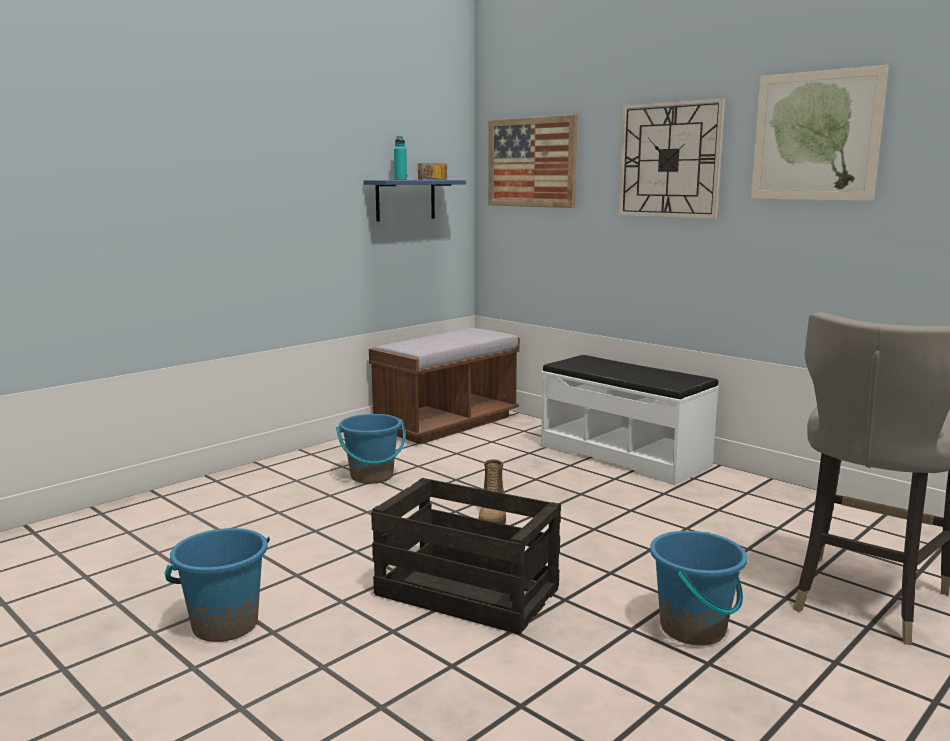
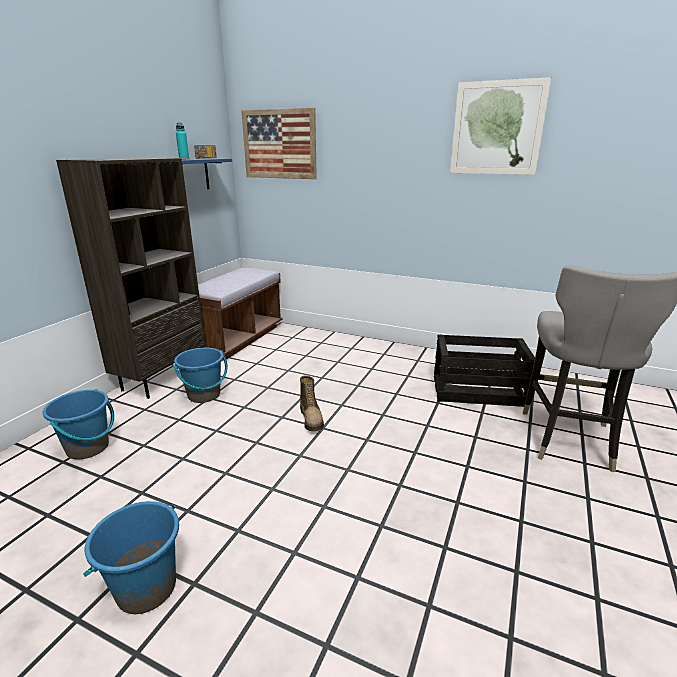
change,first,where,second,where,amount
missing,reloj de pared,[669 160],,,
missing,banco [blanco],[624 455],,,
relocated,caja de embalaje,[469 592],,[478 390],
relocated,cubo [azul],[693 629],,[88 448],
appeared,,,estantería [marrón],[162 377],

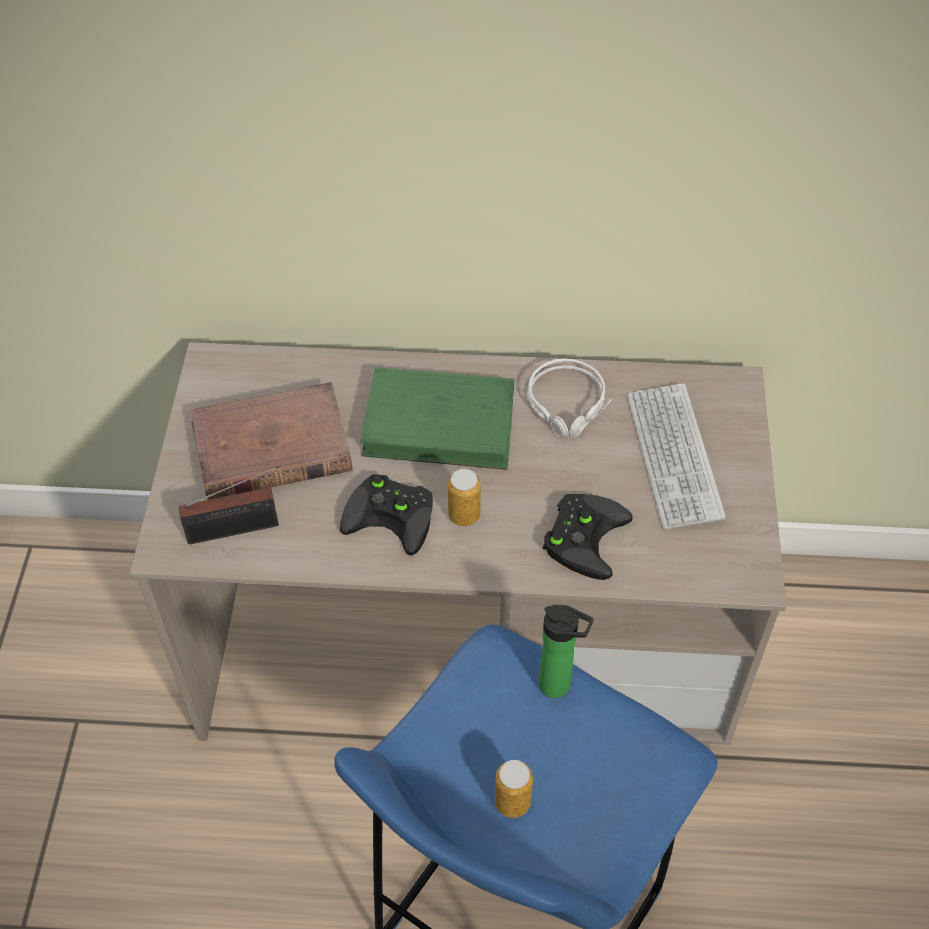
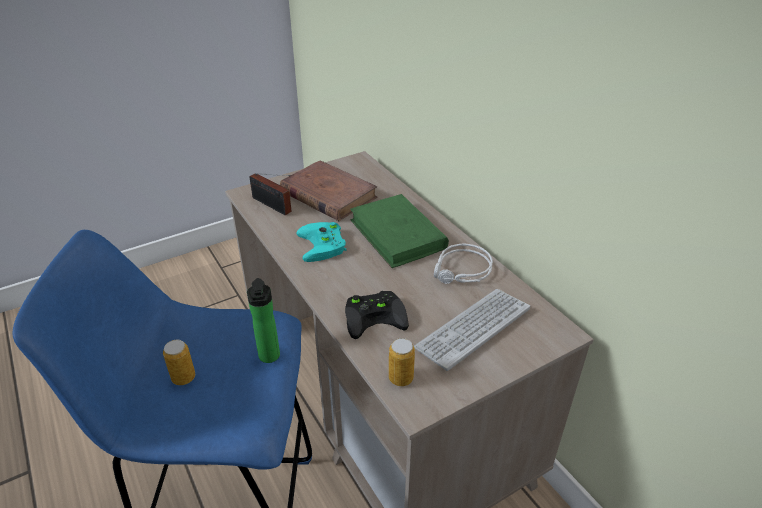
change,first,where,second,where,amount
relocated,lata,[464 515],,[401 378],
colour,mando de consola [negro],[394 515],mando de consola [turquesa],[324 245],

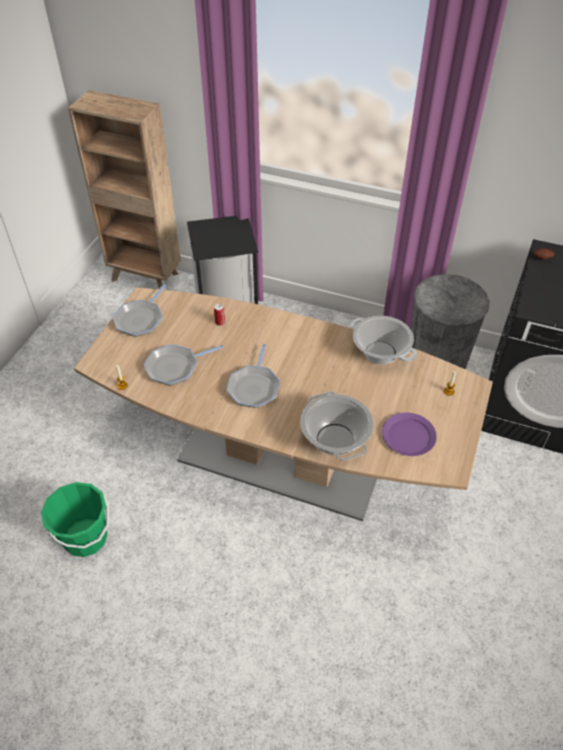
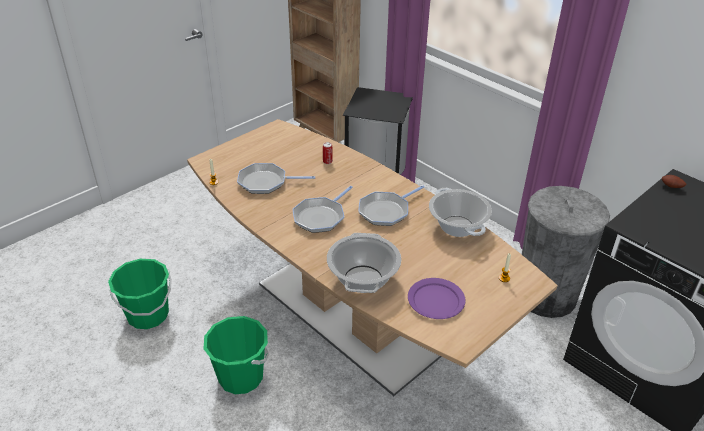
change,first,where,second,where,amount
relocated,sartén,[140 319],,[386 211],
appeared,,,cubo [verde],[241 377],

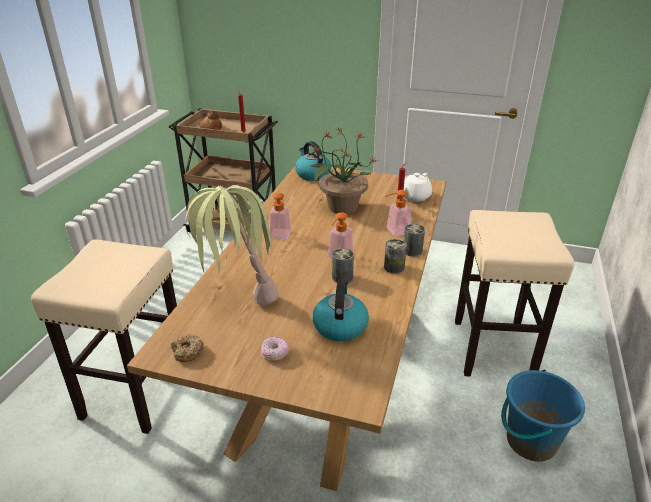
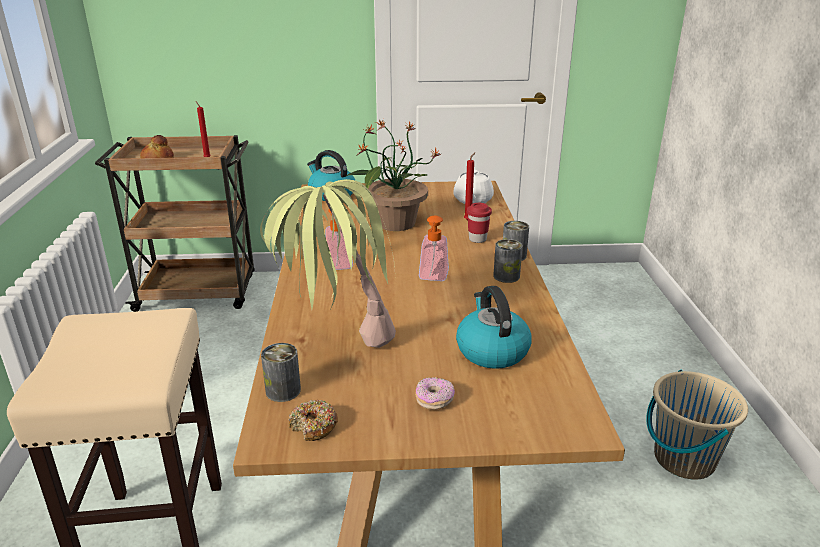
change,first,where,second,where,amount
exchanged,dispensador de jabón,[394 231],taza [rojo],[477 239],
missing,taburete [beis],[493 349],,,
relocated,lata,[342 277],,[283 390],
colour,cubo [azul],[530 441],cubo [beis],[683 459],

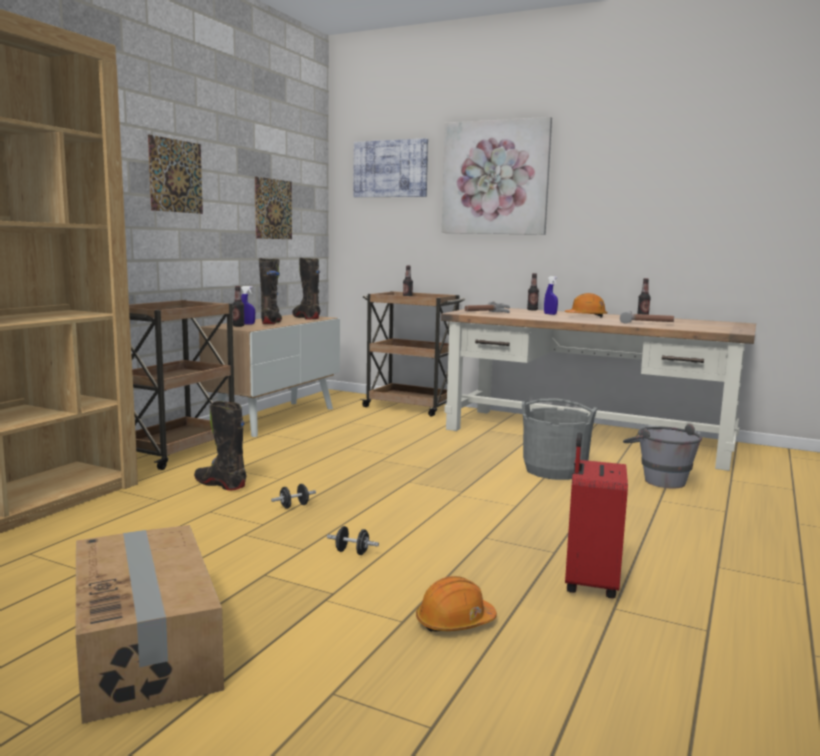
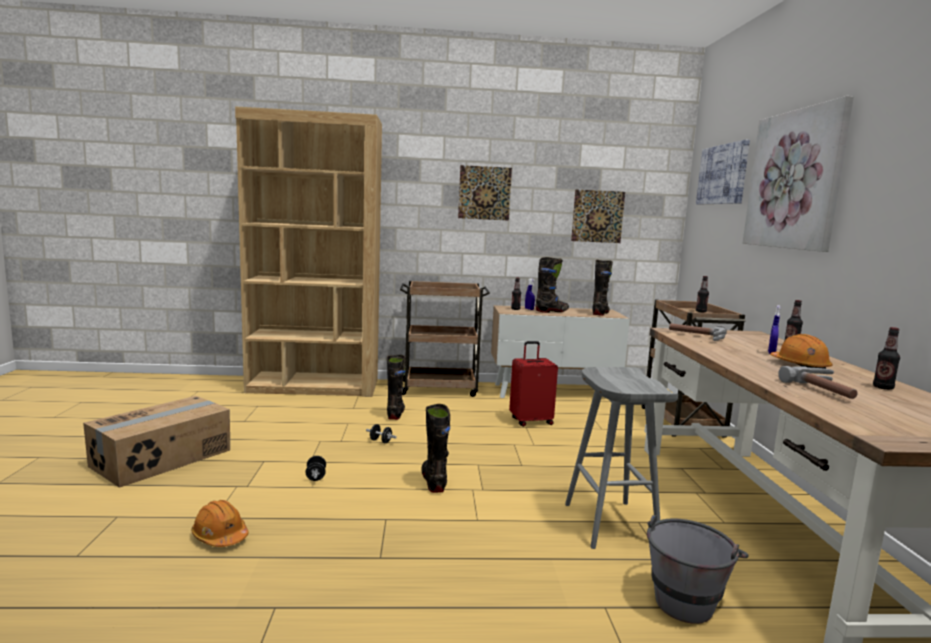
change,first,where,second,where,amount
exchanged,cubo [gris],[554 470],taburete [gris],[608 523],
relocated,maleta [rojo],[589 583],,[531 421],
appeared,,,bota [negro],[433 481],

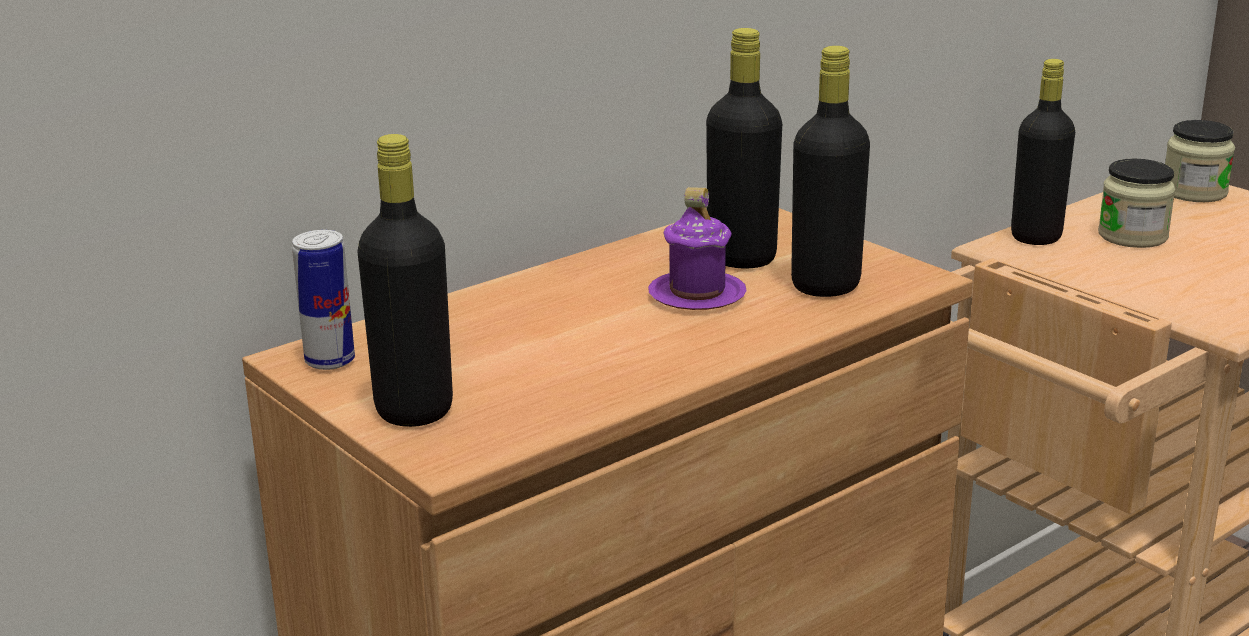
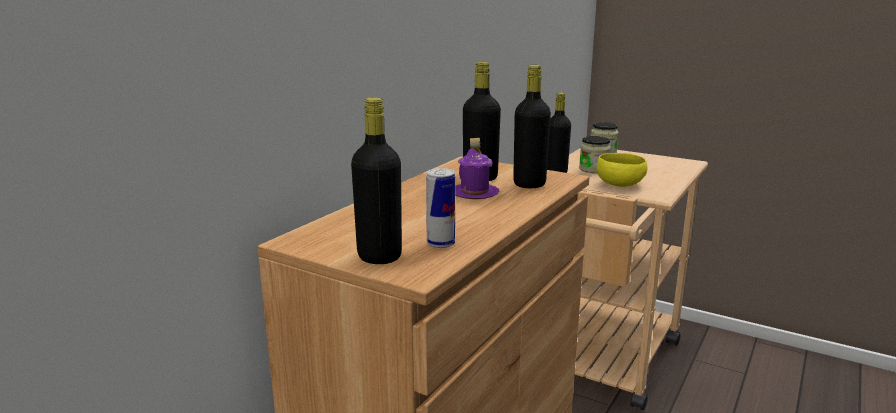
change,first,where,second,where,amount
relocated,lata,[330 361],,[440 244],
appeared,,,cuenco [amarillo],[620 184],

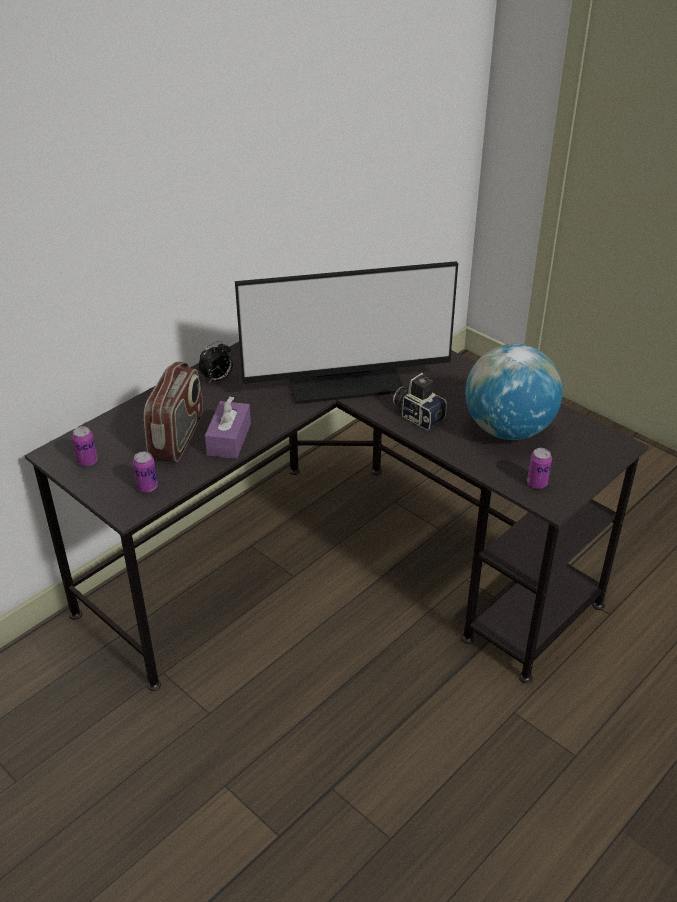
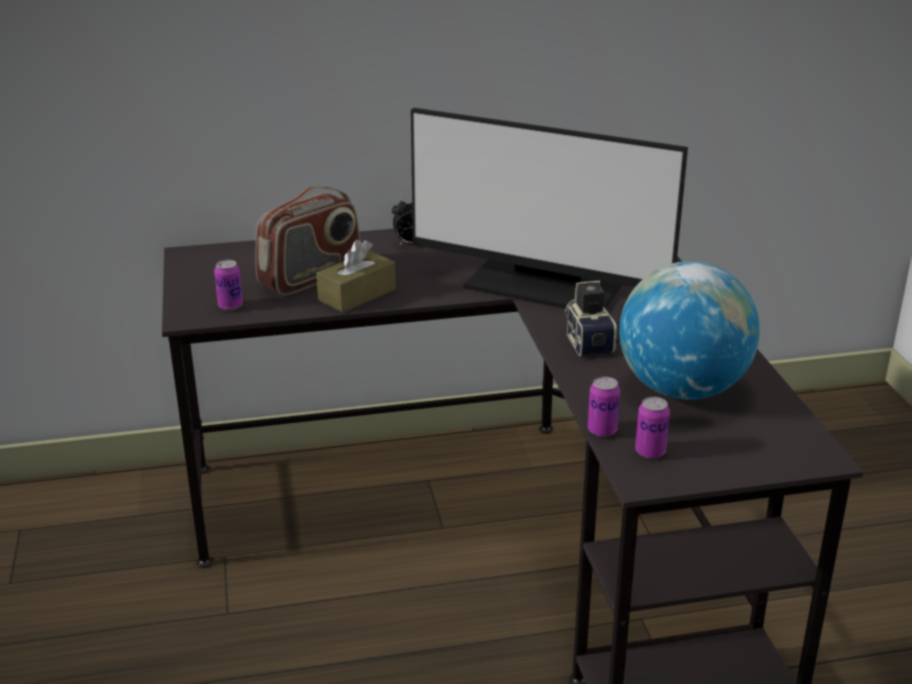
change,first,where,second,where,amount
colour,caja de pañuelos [morado],[229 439],caja de pañuelos [marrón],[357 295],
relocated,lata,[87 461],,[602 430],

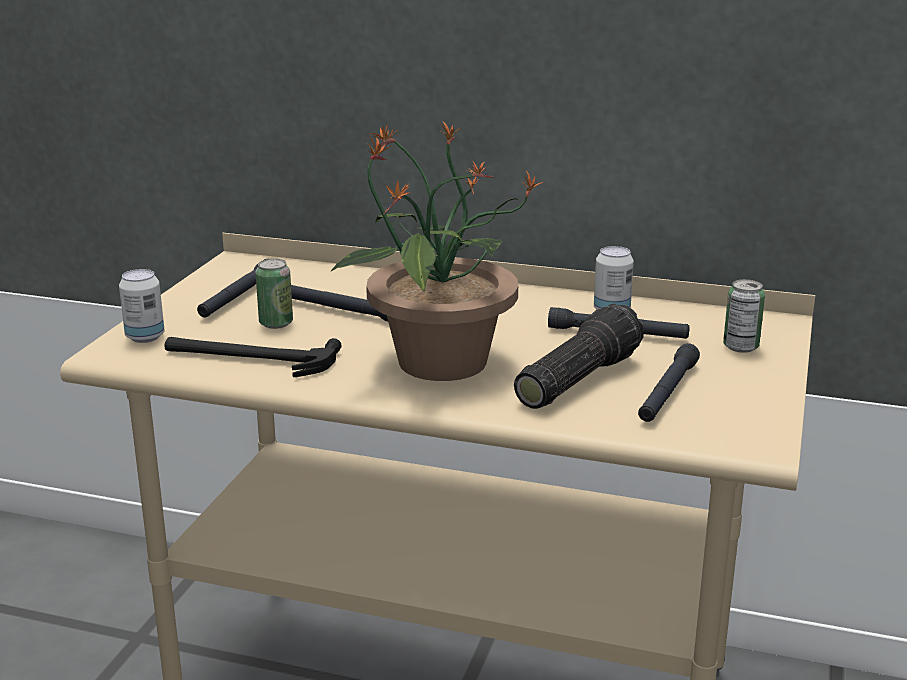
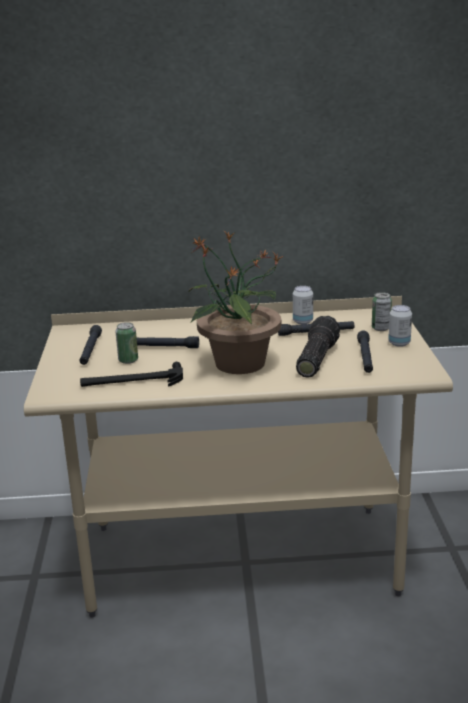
change,first,where,second,where,amount
relocated,lata,[145 337],,[399 343],

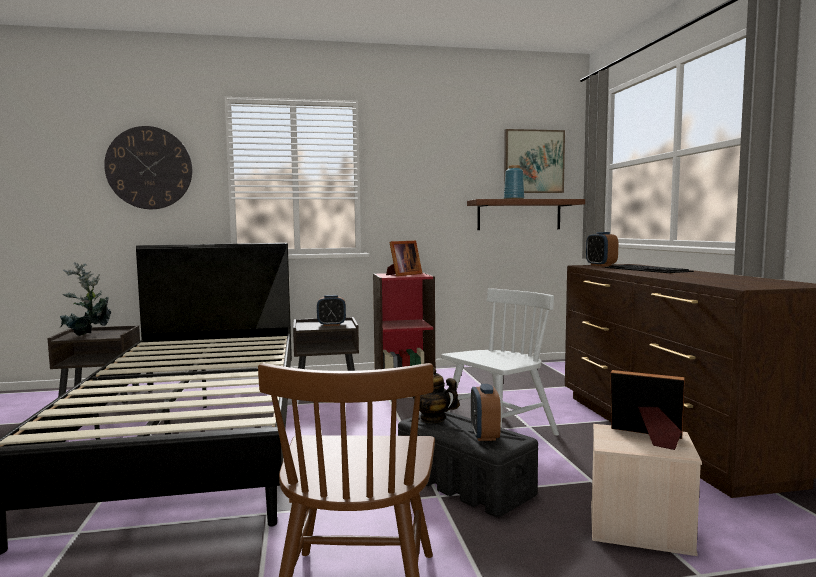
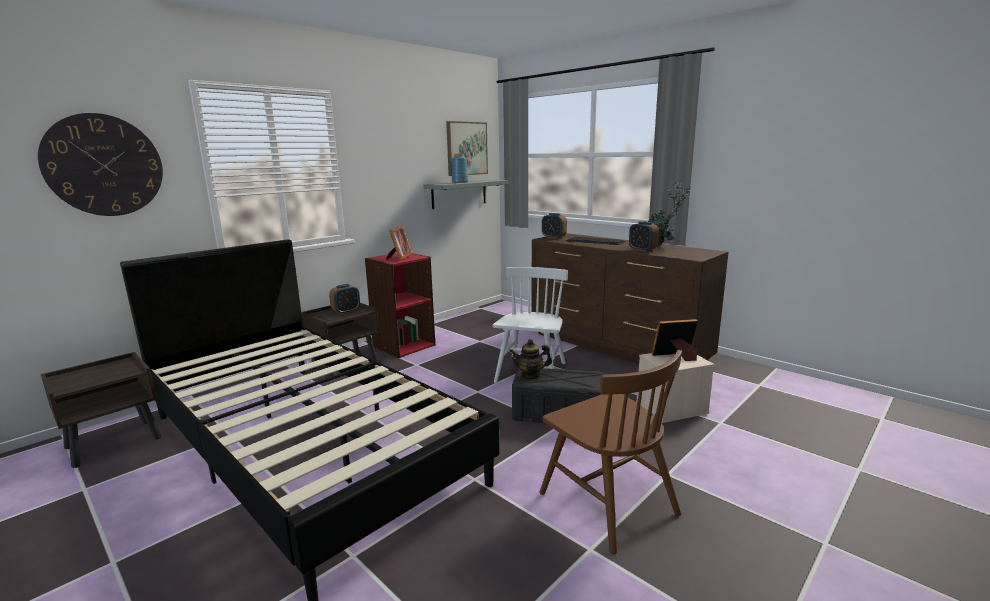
change,first,where,second,where,amount
colour,estante [marrón],[519 215],estante [gris],[459 194],
relocated,planta en maceta,[88 335],,[663 246],
relocated,despertador,[484 435],,[642 250],

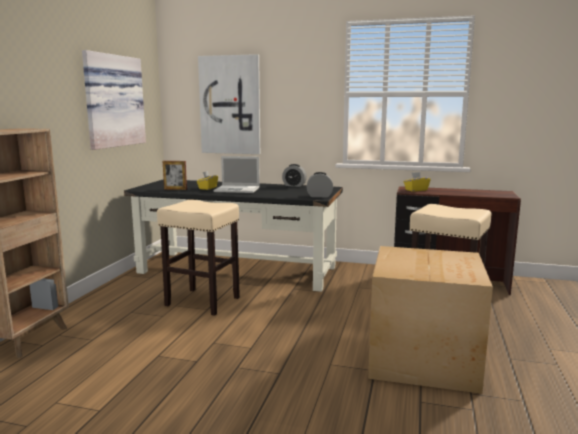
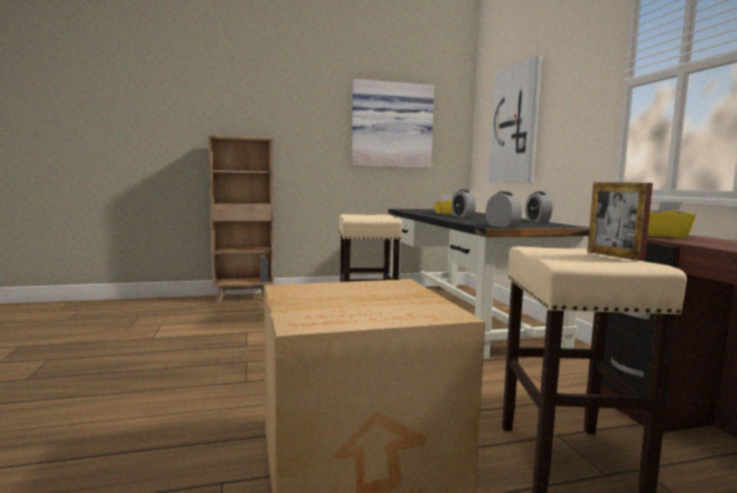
change,first,where,second,where,amount
exchanged,portátil,[238 189],despertador,[462 216],
relocated,portarretratos,[175 189],,[614 256],

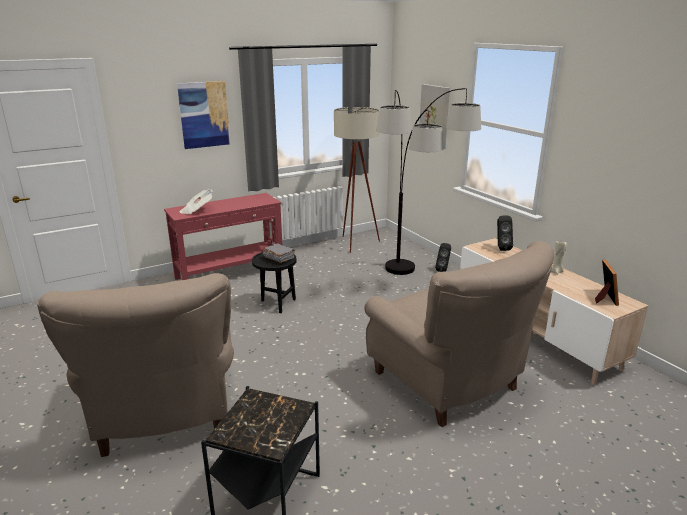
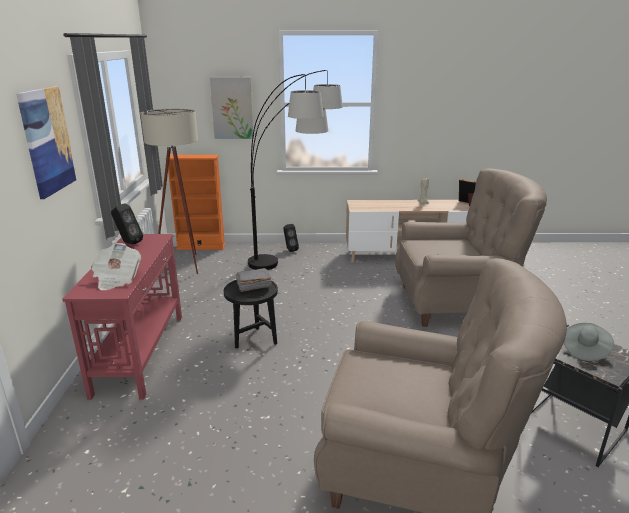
change,first,where,second,where,amount
relocated,altavoz [negro],[501 248],,[128 243],
appeared,,,estantería [naranja],[201 246],
appeared,,,sombrero [gris],[585 350],

